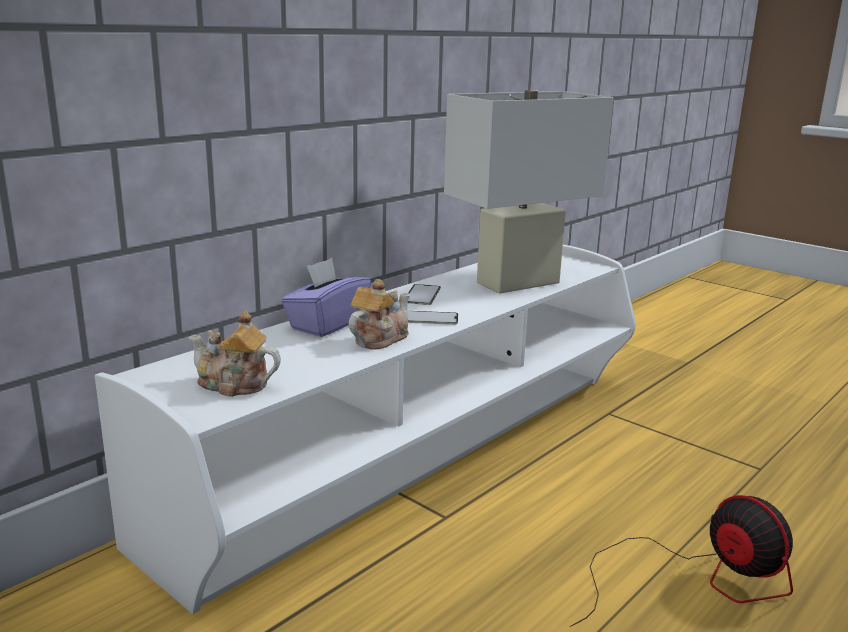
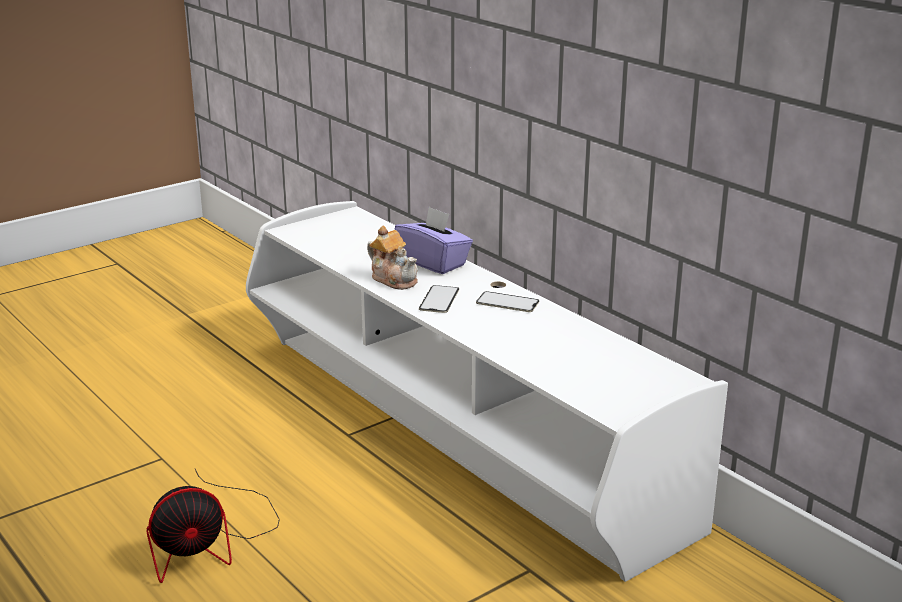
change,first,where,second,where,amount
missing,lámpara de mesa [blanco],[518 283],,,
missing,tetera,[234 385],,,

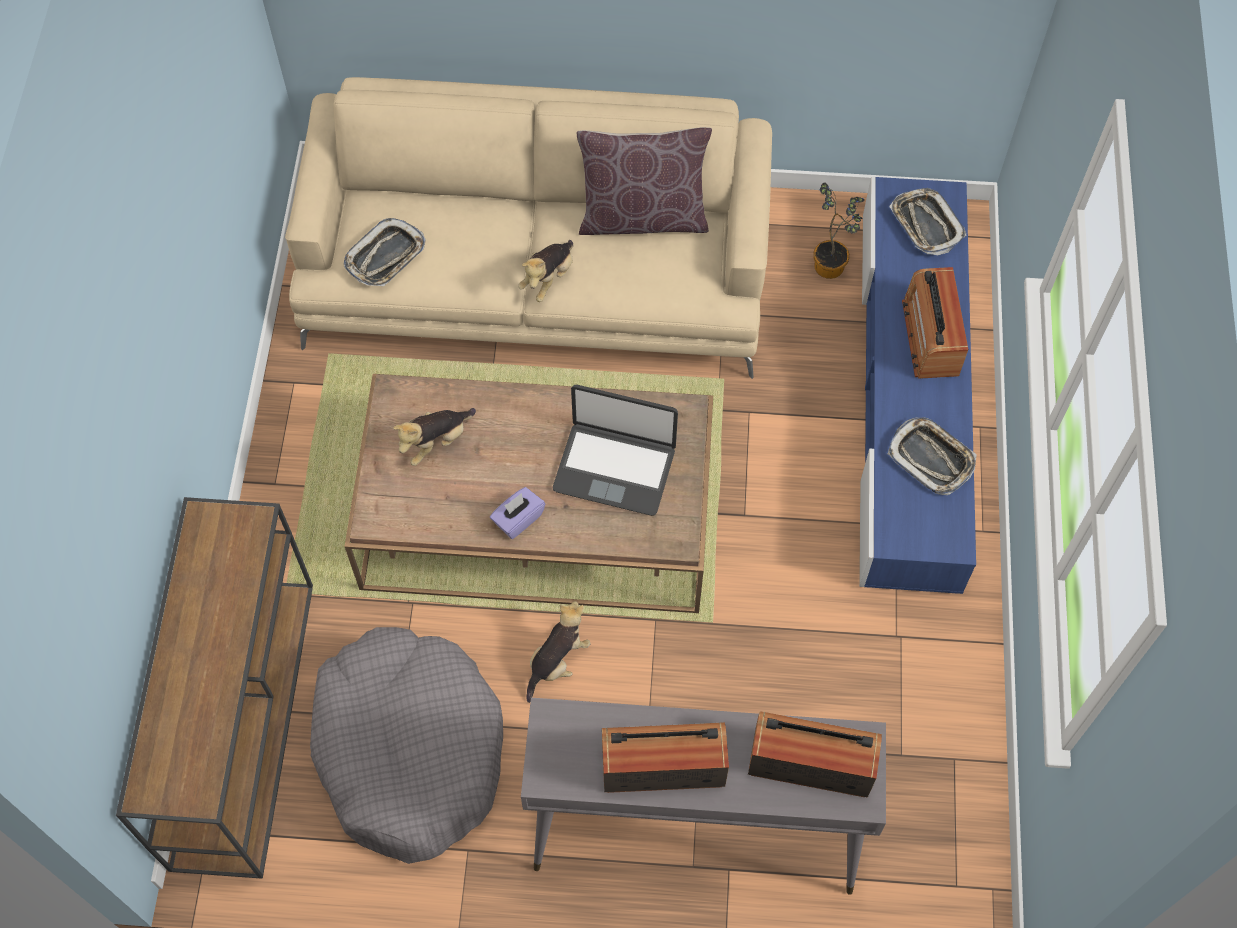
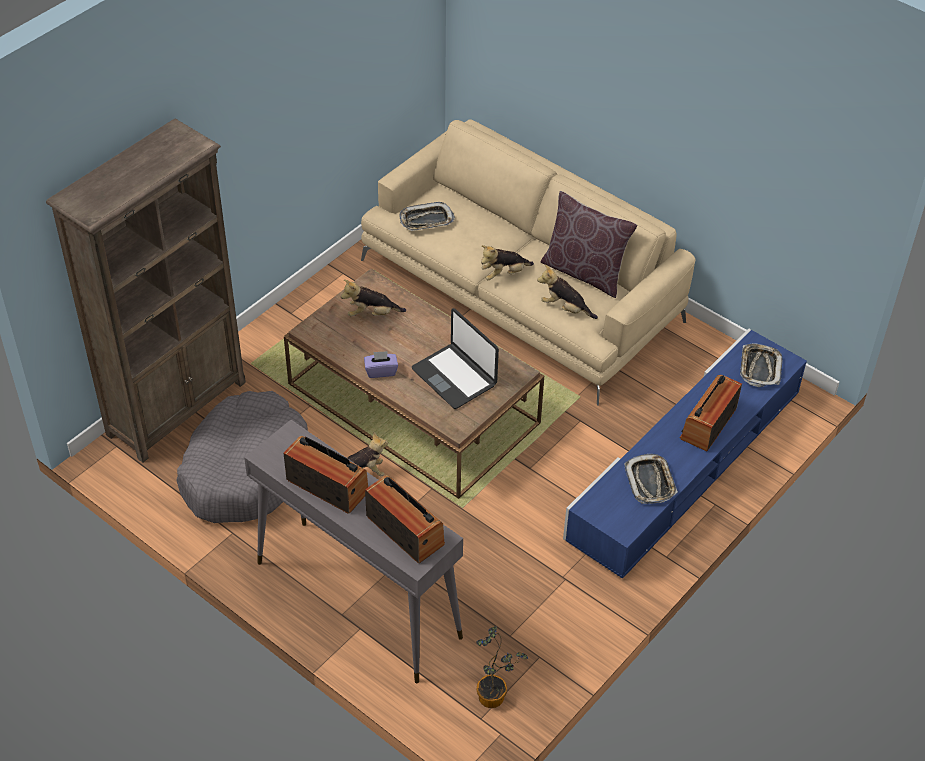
change,first,where,second,where,amount
relocated,planta en maceta,[832 263],,[495 696],
exchanged,mesa consola [marrón],[243 719],estantería [marrón],[177 407],
appeared,,,peluche,[565 308],

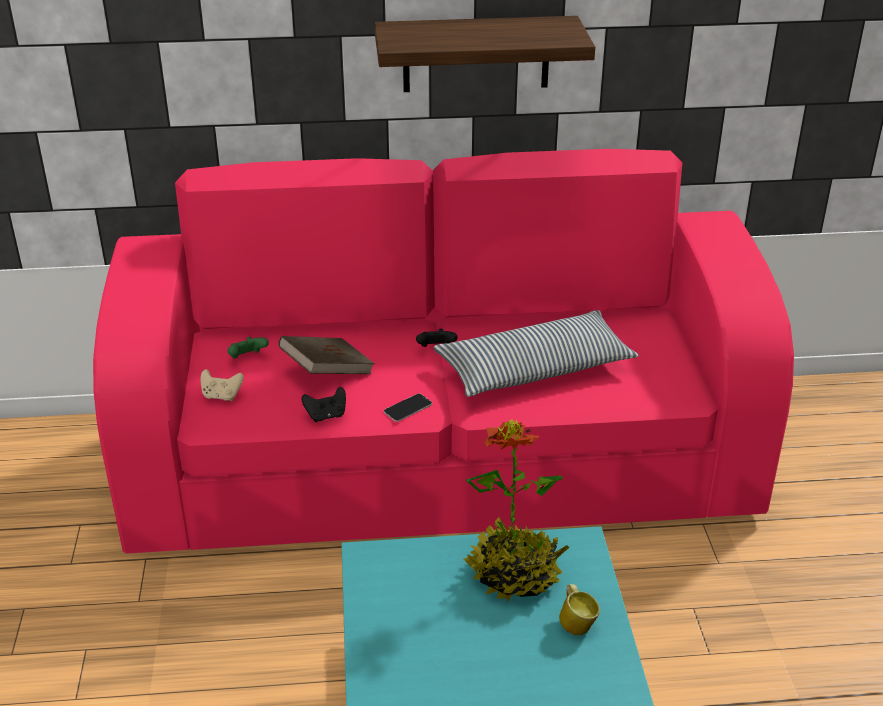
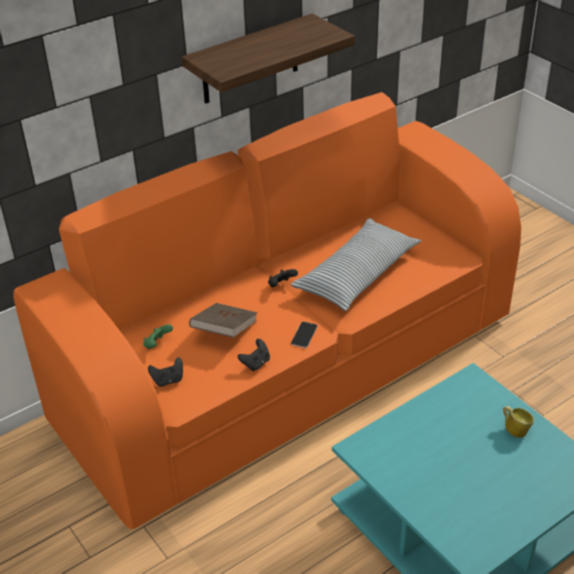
change,first,where,second,where,amount
colour,sofá [rosa],[442 467],sofá [naranja],[290 367],
colour,mando de consola [beis],[222 396],mando de consola [negro],[168 380],
missing,planta en maceta,[515 574],,,

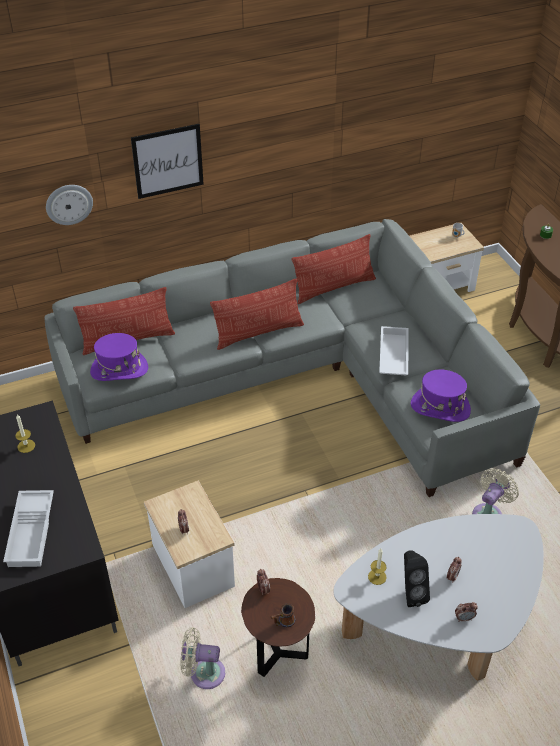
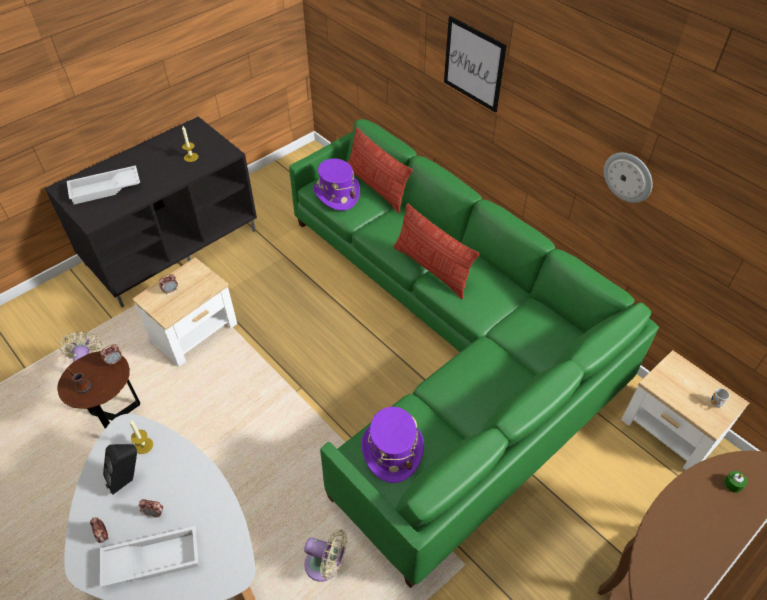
change,first,where,second,where,amount
relocated,reloj de pared,[69 204],,[628 177],
colour,sofá [gris],[303 377],sofá [verde],[447 344],
missing,cojín,[334 287],,,
relocated,bandeja [blanco],[392 355],,[153 558],

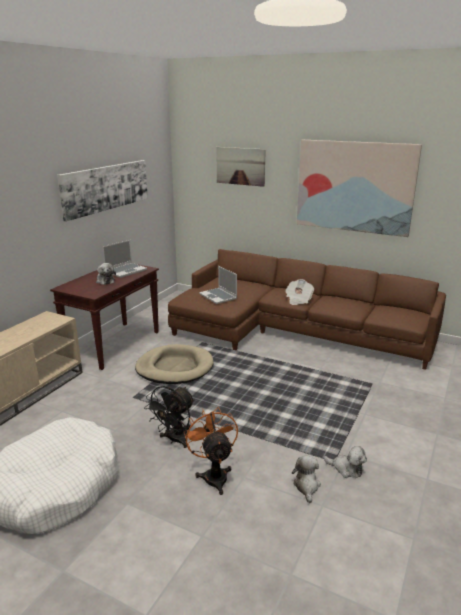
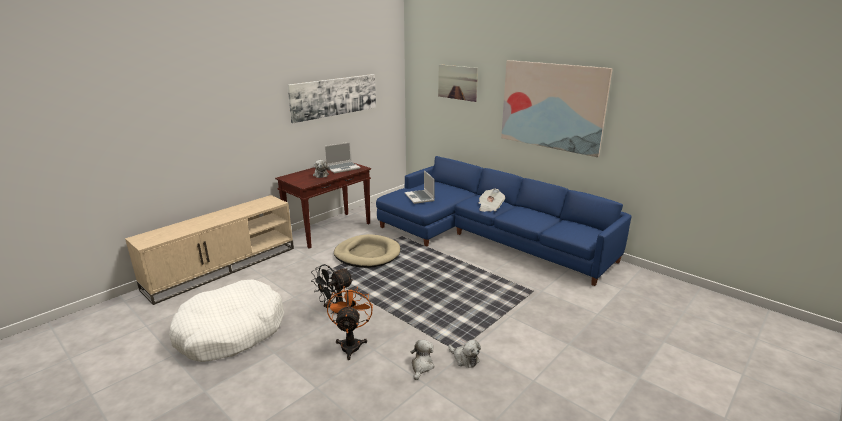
change,first,where,second,where,amount
colour,sofá [marrón],[291 331],sofá [azul],[486 235],

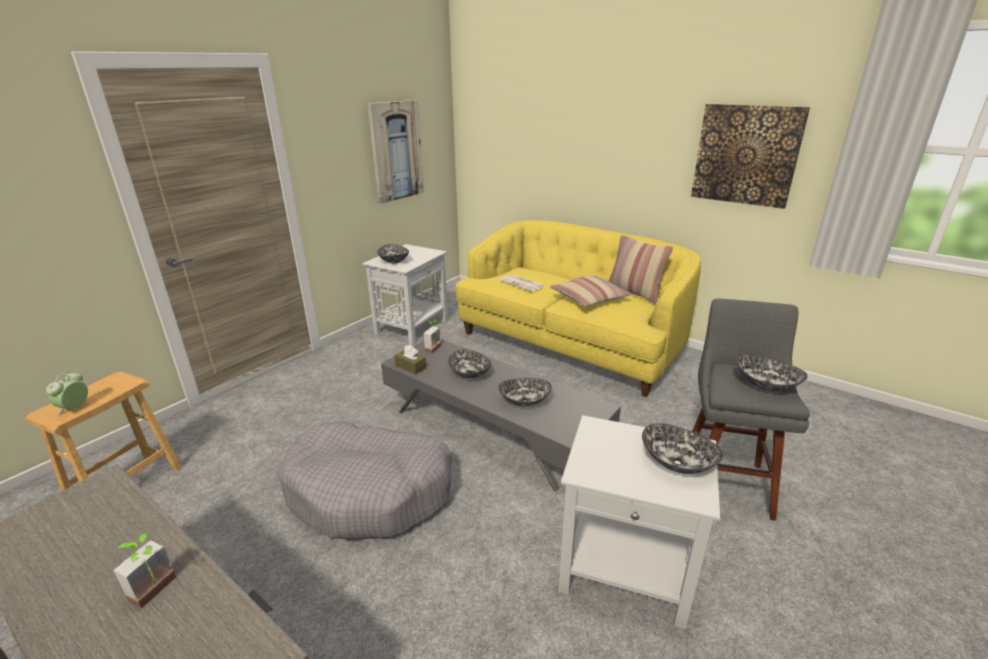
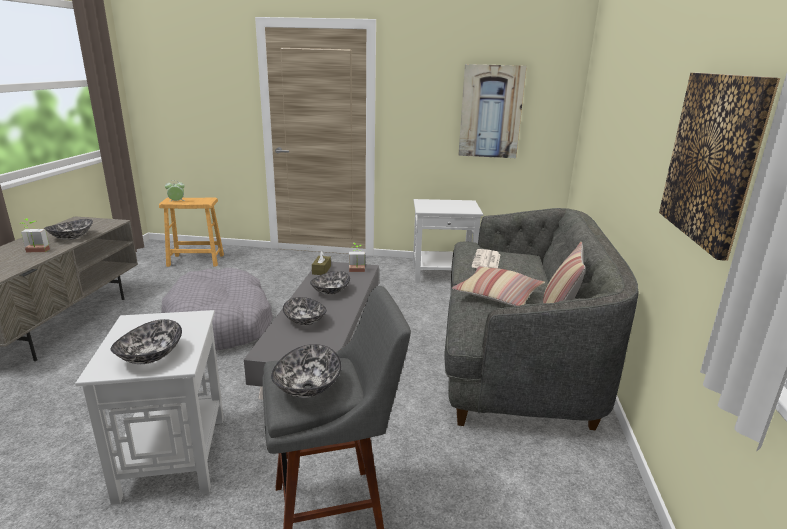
change,first,where,second,where,amount
colour,sofá [amarillo],[570 343],sofá [gris],[515 353],
relocated,cuenco,[393 261],,[71 237],

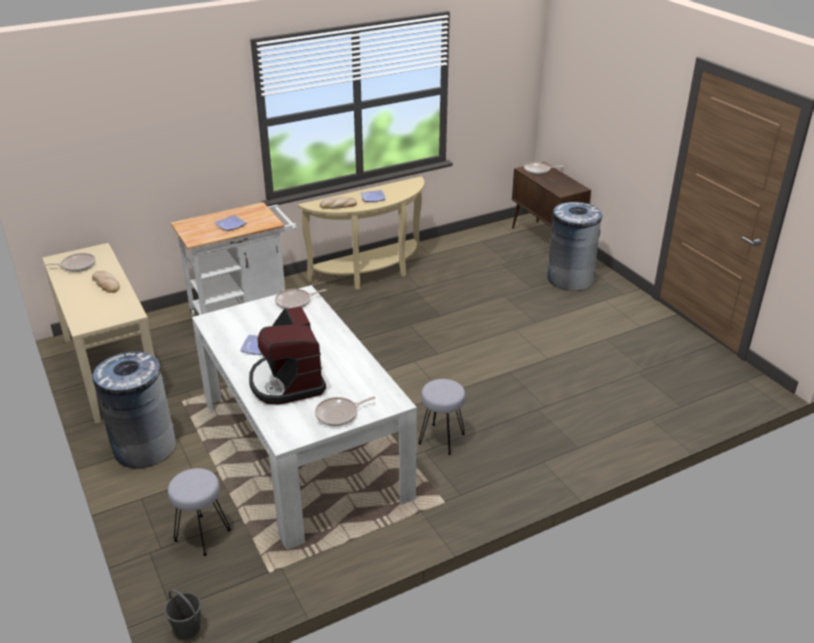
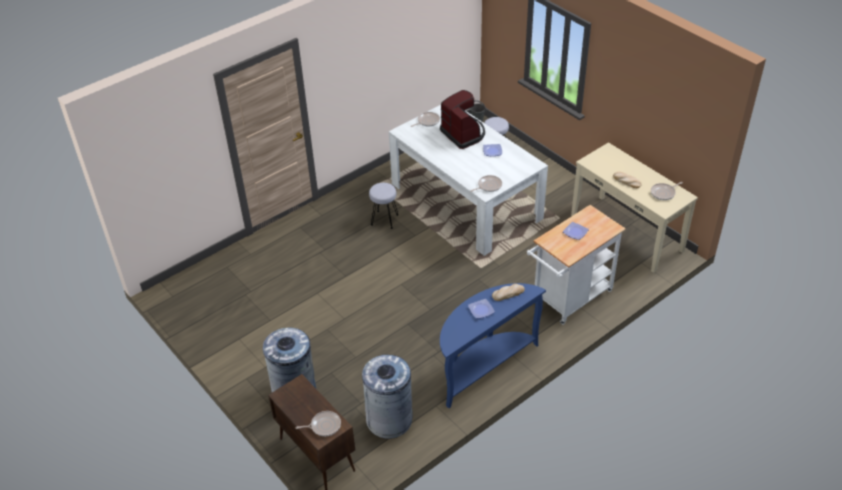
change,first,where,second,where,amount
colour,mesa consola [beis],[371 273],mesa consola [azul],[483 366],
relocated,papelera [gris],[144 448],,[389 419],

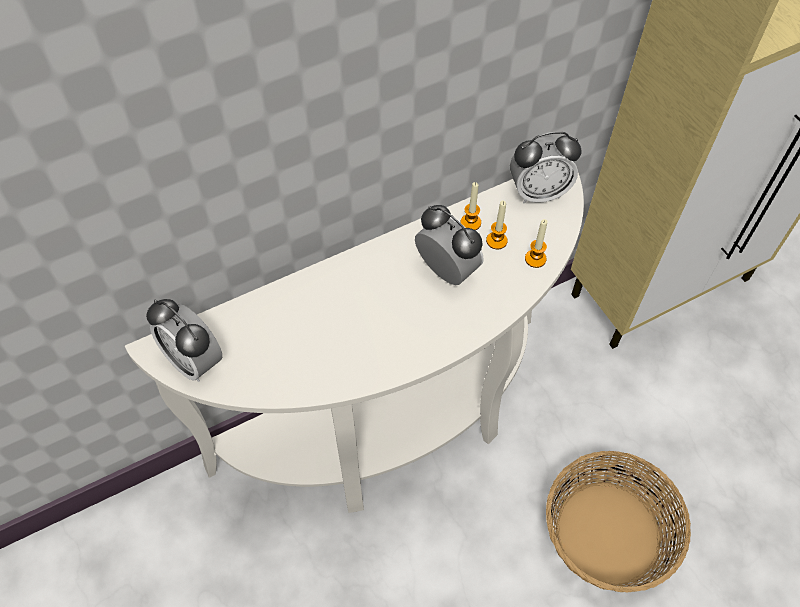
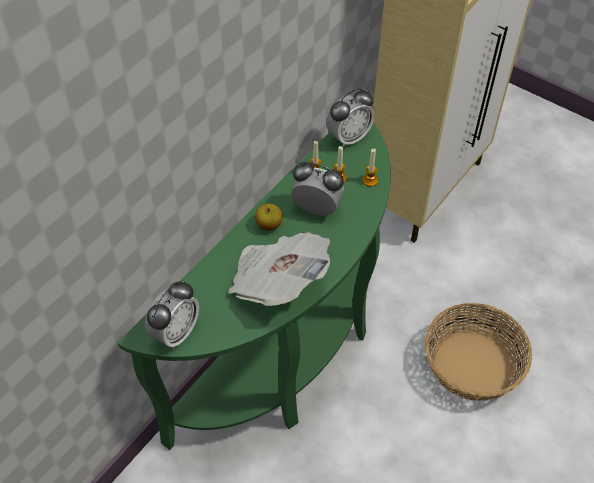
change,first,where,second,where,amount
colour,mesa consola [blanco],[395 426],mesa consola [verde],[290 355],
spun,despertador,[194 361],,[176 332],75 degrees counterclockwise
appeared,,,manzana,[269 224],
appeared,,,periódico,[278 281],

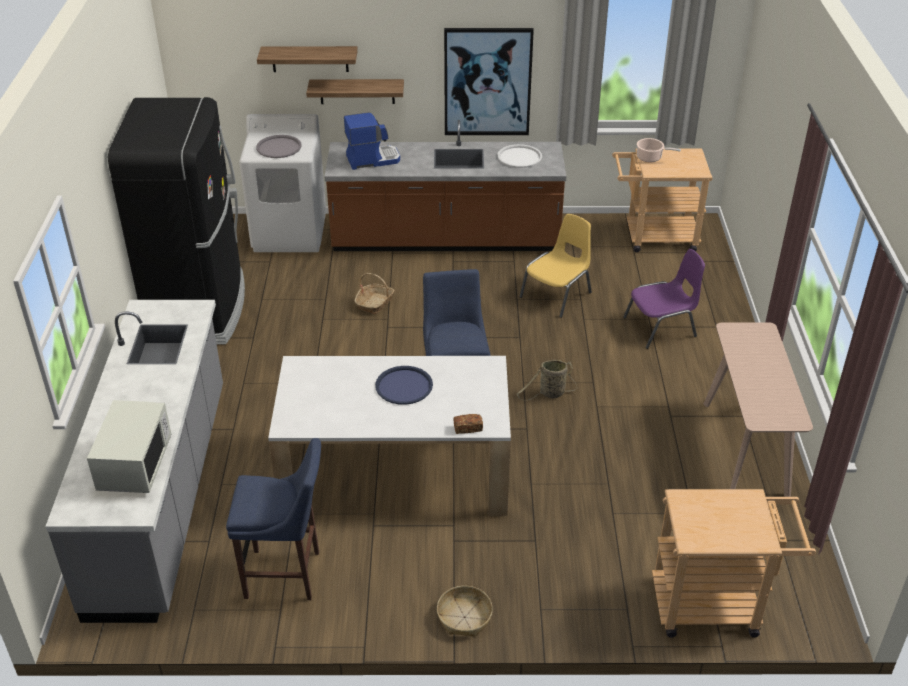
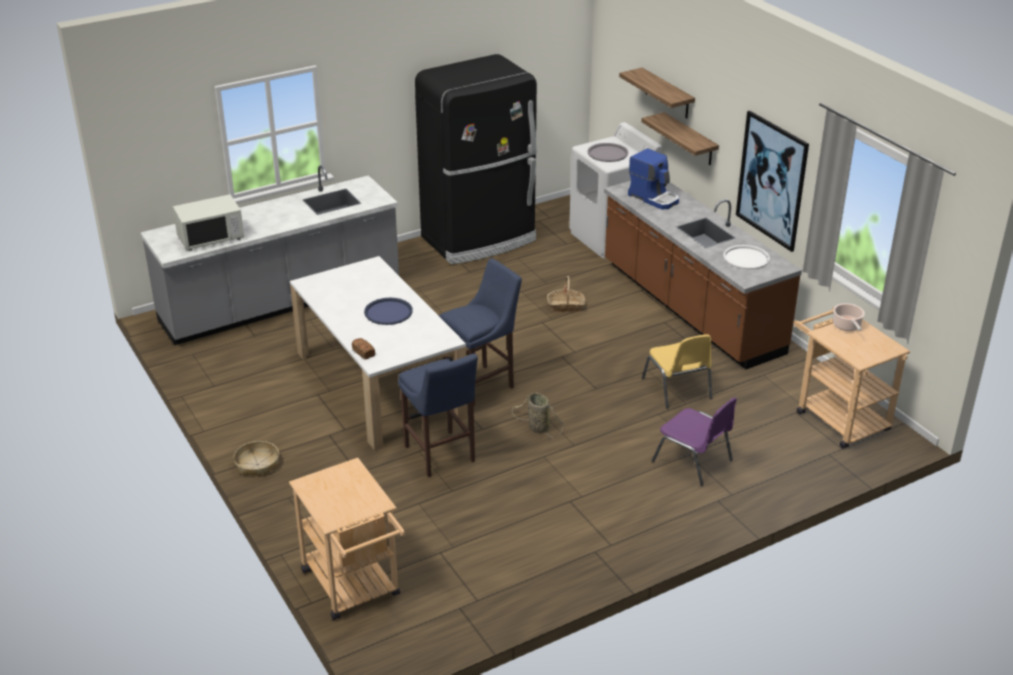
change,first,where,second,where,amount
spun,silla [amarillo],[557 295],,[677 389],60 degrees clockwise
missing,mesa consola [beis],[745 448],,,
relocated,taburete [azul],[287 575],,[441 456],

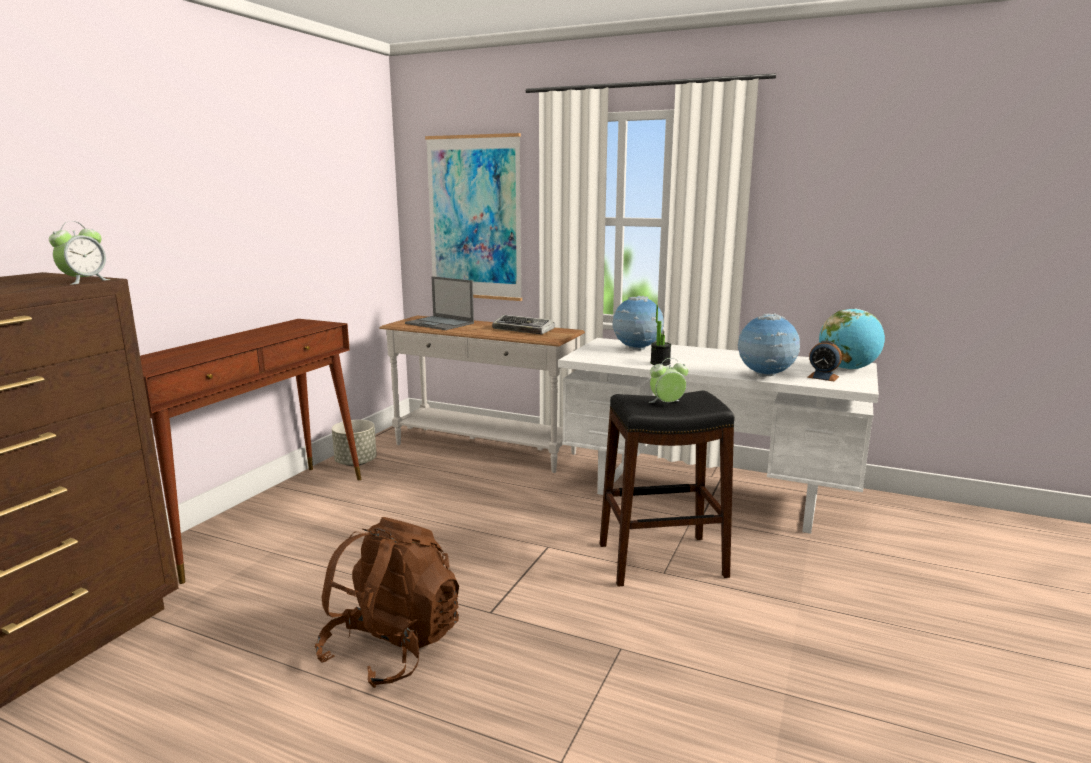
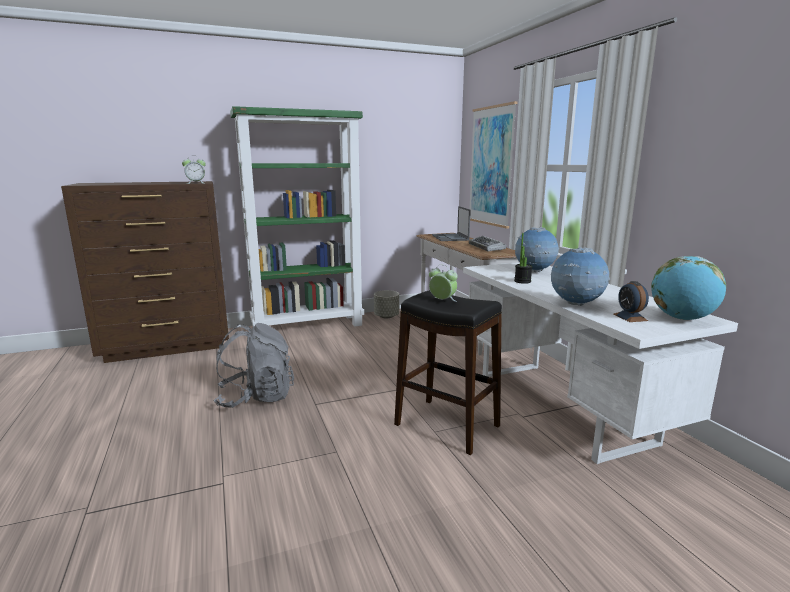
change,first,where,second,where,amount
exchanged,mesa consola [marrón],[258 516],estantería [verde],[308 326],
colour,mochila [marrón],[392 648],mochila [gris],[256 397],

